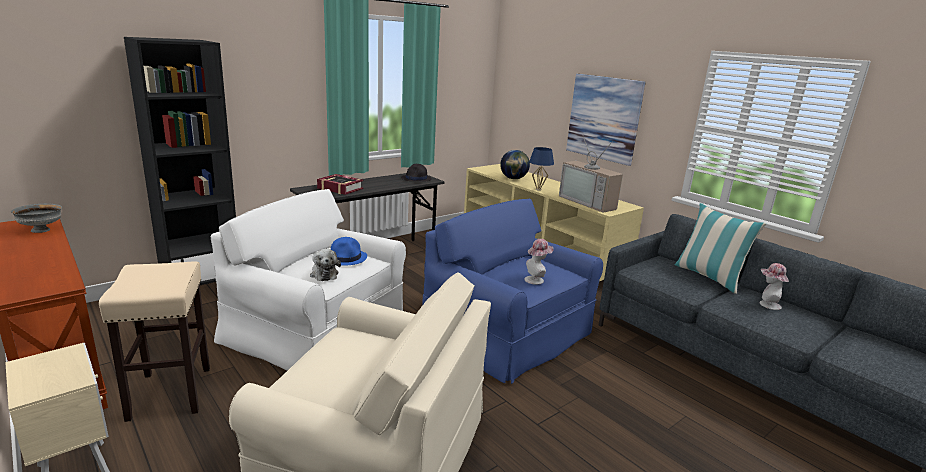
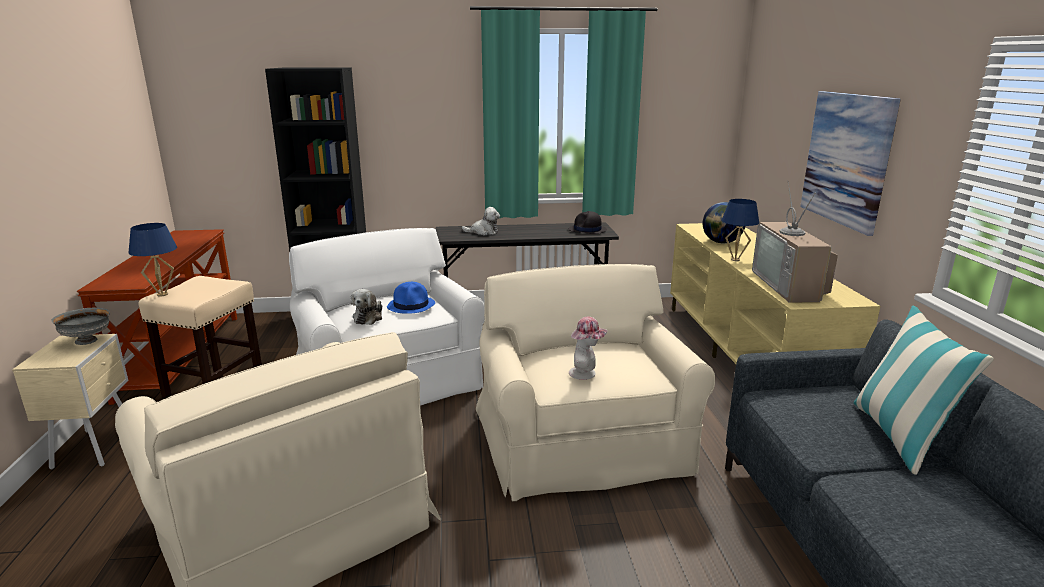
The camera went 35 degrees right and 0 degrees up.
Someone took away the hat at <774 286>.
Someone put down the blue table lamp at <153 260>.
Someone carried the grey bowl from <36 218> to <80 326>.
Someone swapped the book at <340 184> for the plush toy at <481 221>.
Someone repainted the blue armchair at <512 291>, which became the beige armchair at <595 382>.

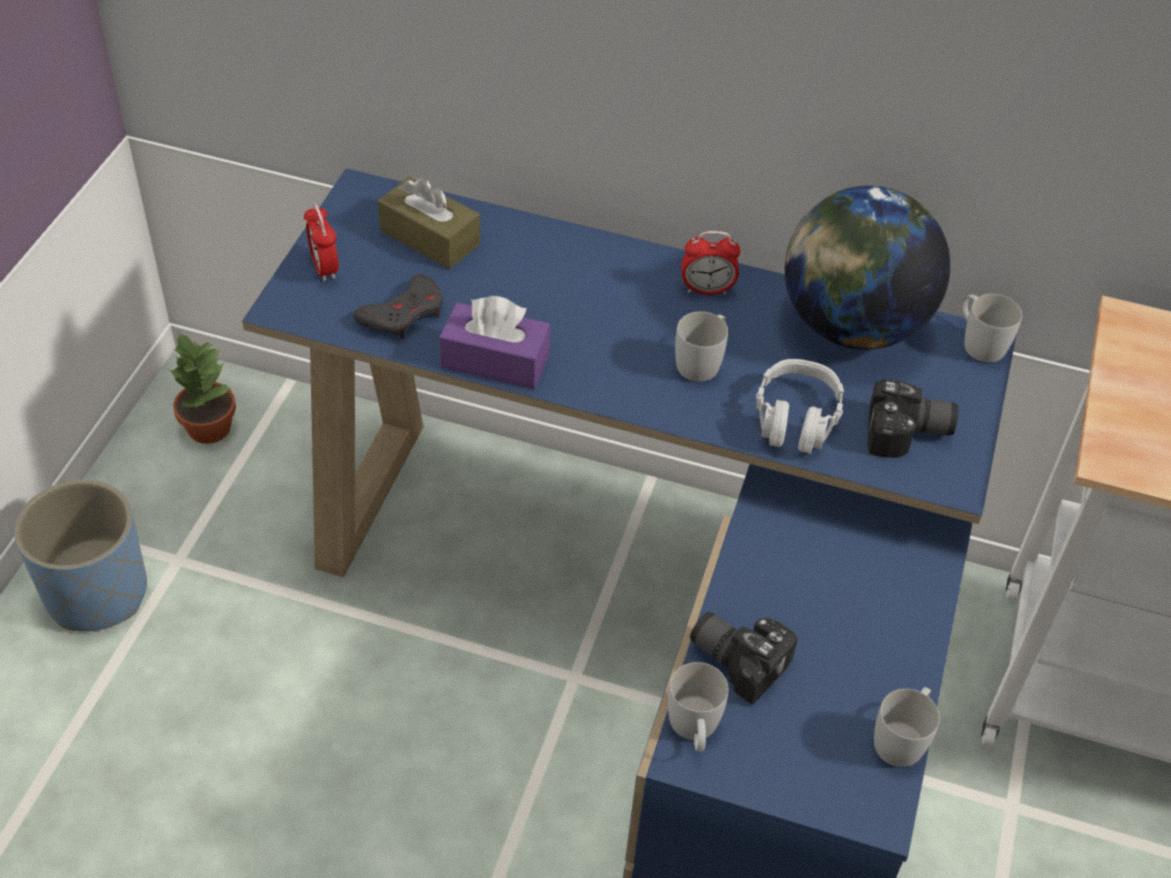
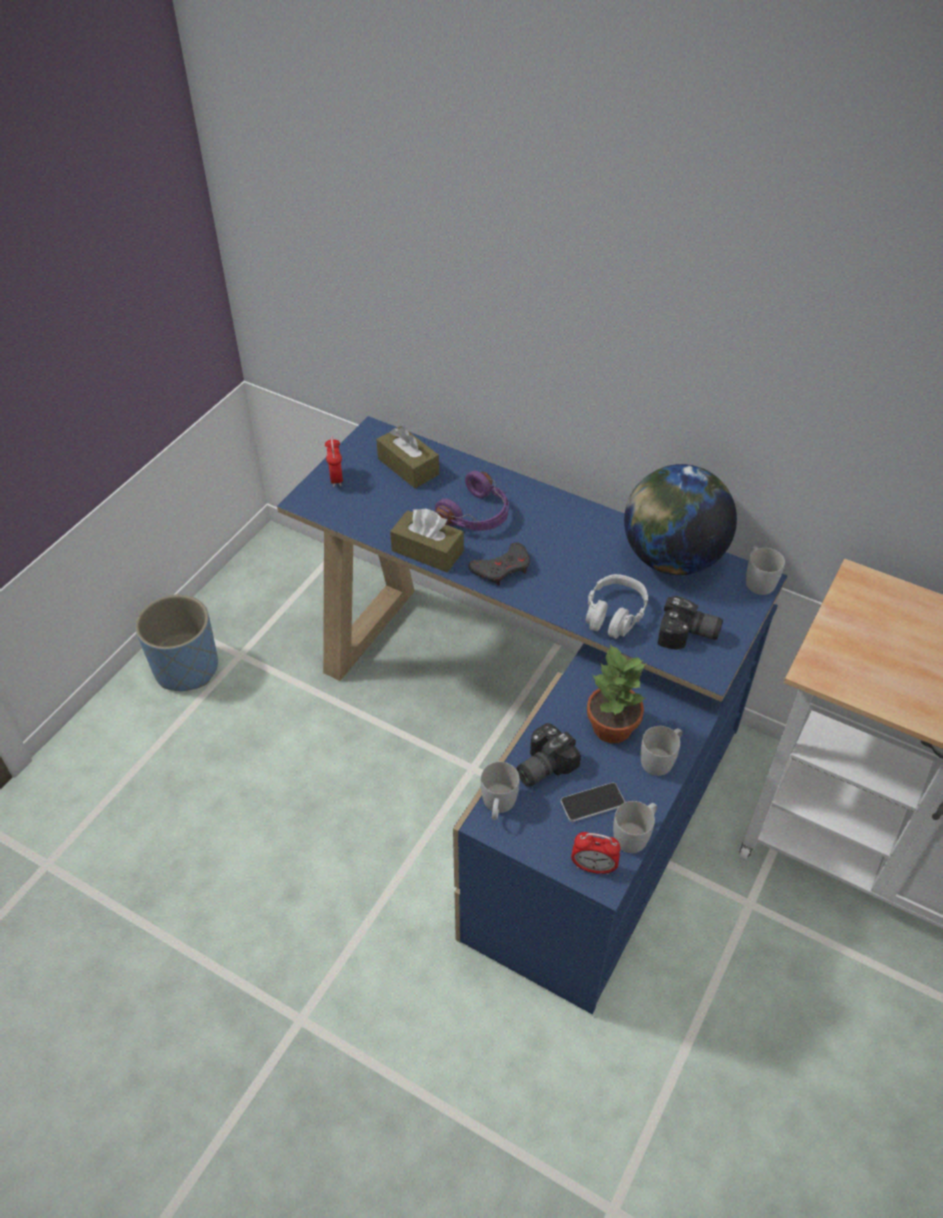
The camera went 15 degrees right and 0 degrees up.
Someone put down the purple headphones at <472 501>.
Someone put down the phone at <593 802>.
Someone carried the potted plant from <202 388> to <617 693>.
Someone carried the grey game controller from <398 306> to <499 564>.
Someone carried the white mug from <701 346> to <661 751>.
Someone carried the alarm clock from <710 263> to <596 853>.
Someone repainted the purple tissue box at <495 342>, which became the brown tissue box at <427 540>.
Someone rotated the photo camera at <744 658> by 90 degrees counterclockwise.

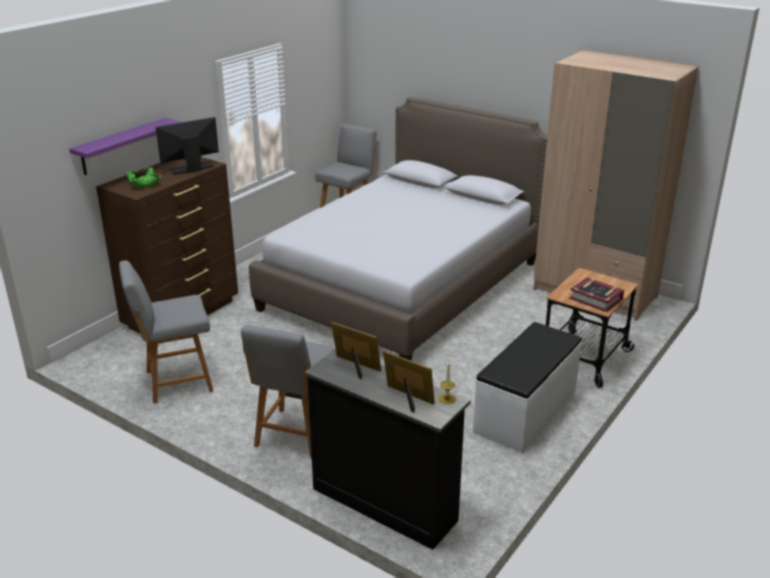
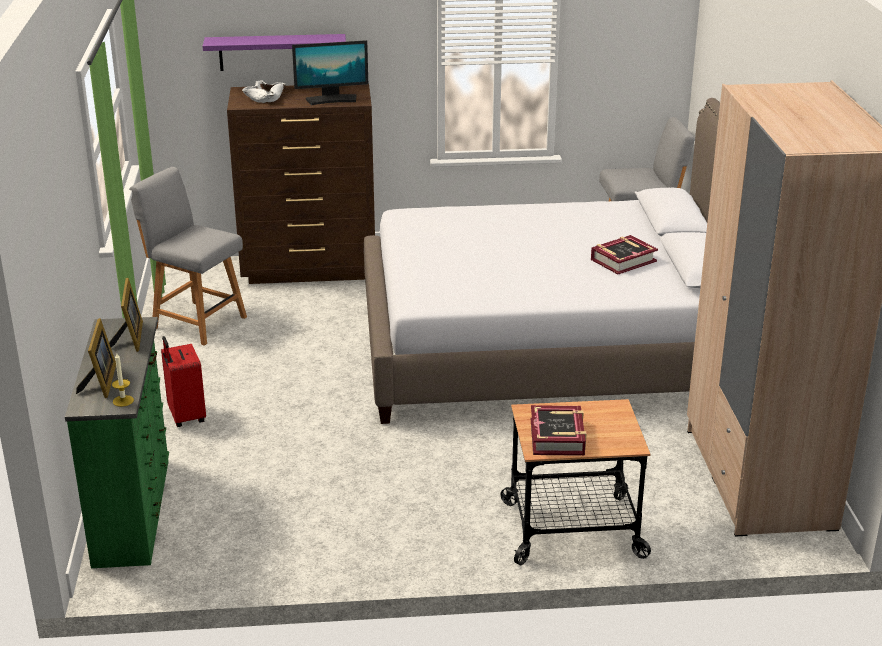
The camera went 50 degrees right and 0 degrees up.
Someone took away the white bench at <527 387>.
Someone put down the book at <624 254>.
Someone swapped the grey chair at <288 392> for the red suitcase at <183 381>.
Someone repainted the green bowl at <143 177>, which became the white bowl at <264 91>.
Someone repainted the black dresser at <387 450>, which became the green dresser at <117 442>.
Someone rotated the monitor at <187 146> by 150 degrees clockwise.

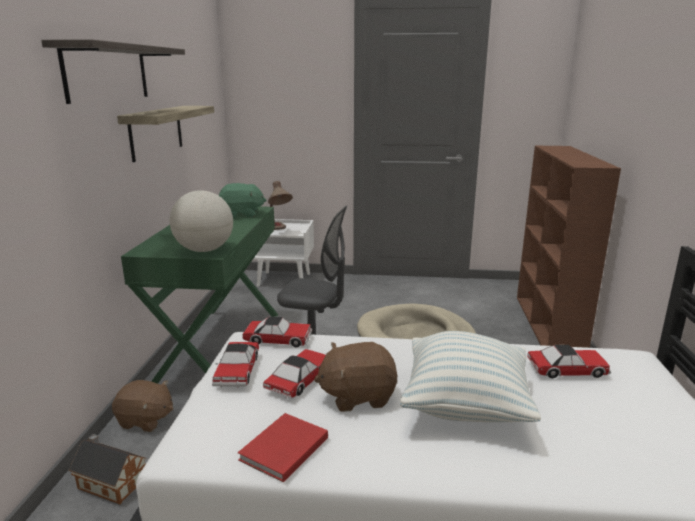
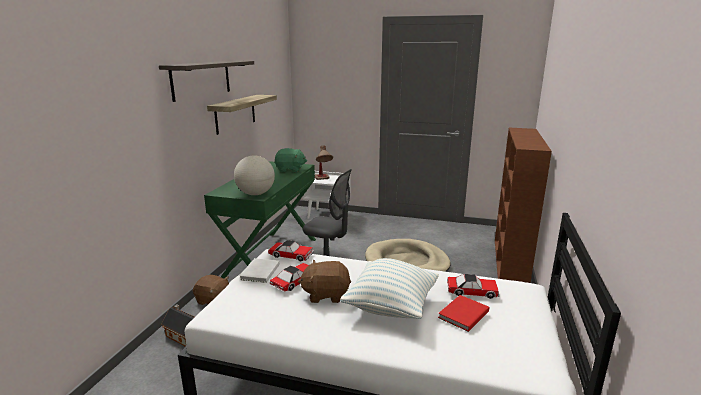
The camera went 10 degrees right and 0 degrees up.
Someone carried the red book from <283 447> to <463 313>.
Someone swapped the toy car at <235 365> for the white book at <260 270>.

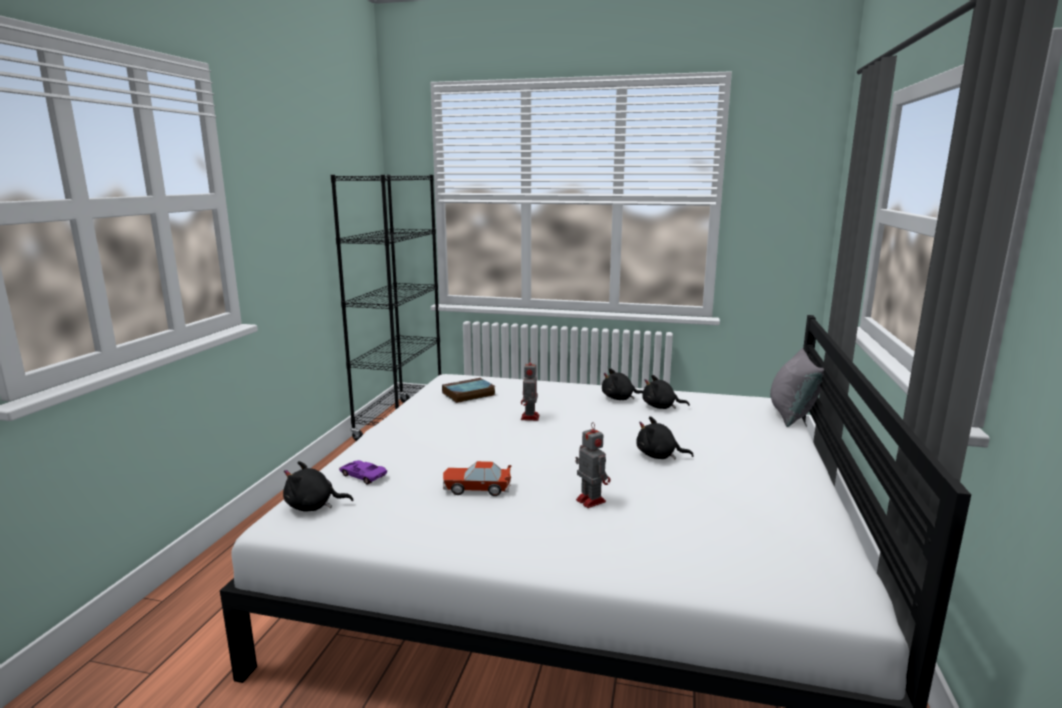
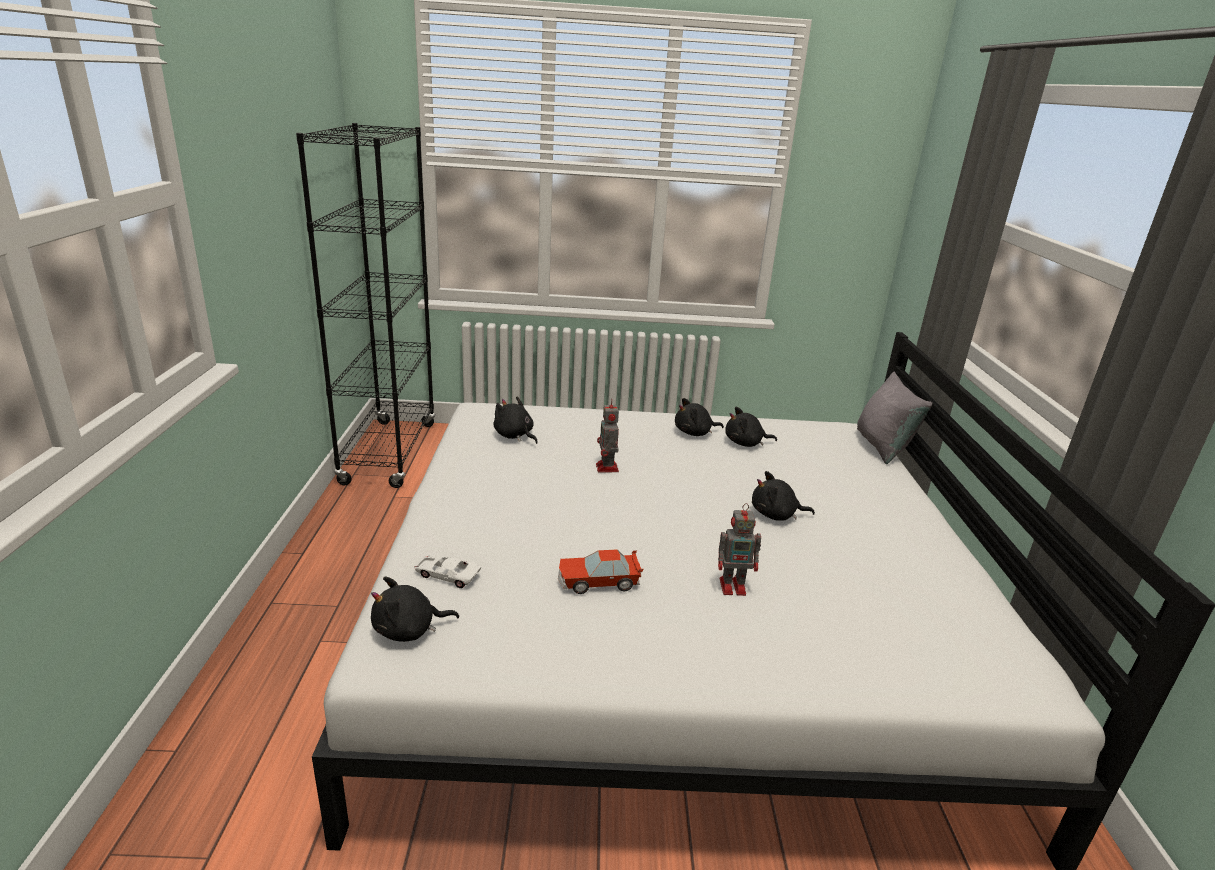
The camera went 15 degrees left and 10 degrees up.
Someone swapped the book at <468 390> for the black plush toy at <515 420>.
Someone repainted the purple toy car at <363 472>, which became the white toy car at <447 571>.
Someone rotated the toy robot at <593 465> by 135 degrees clockwise.

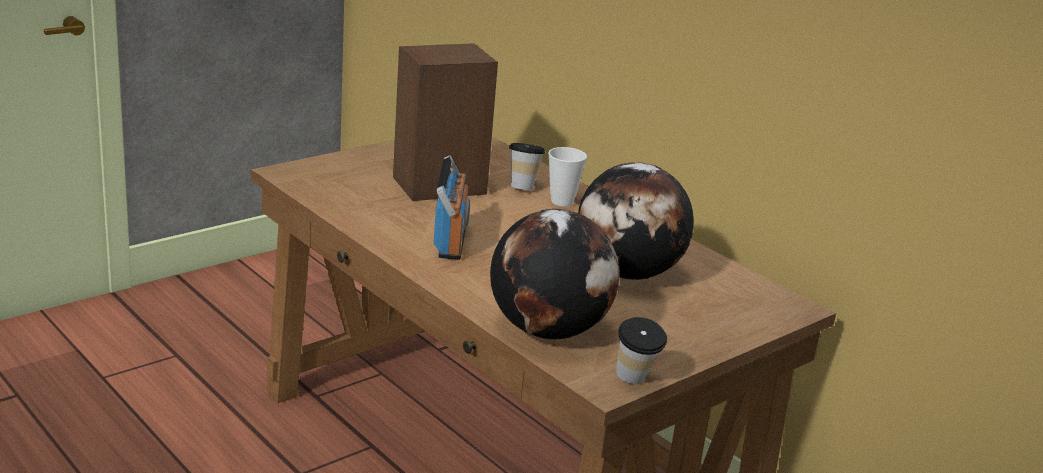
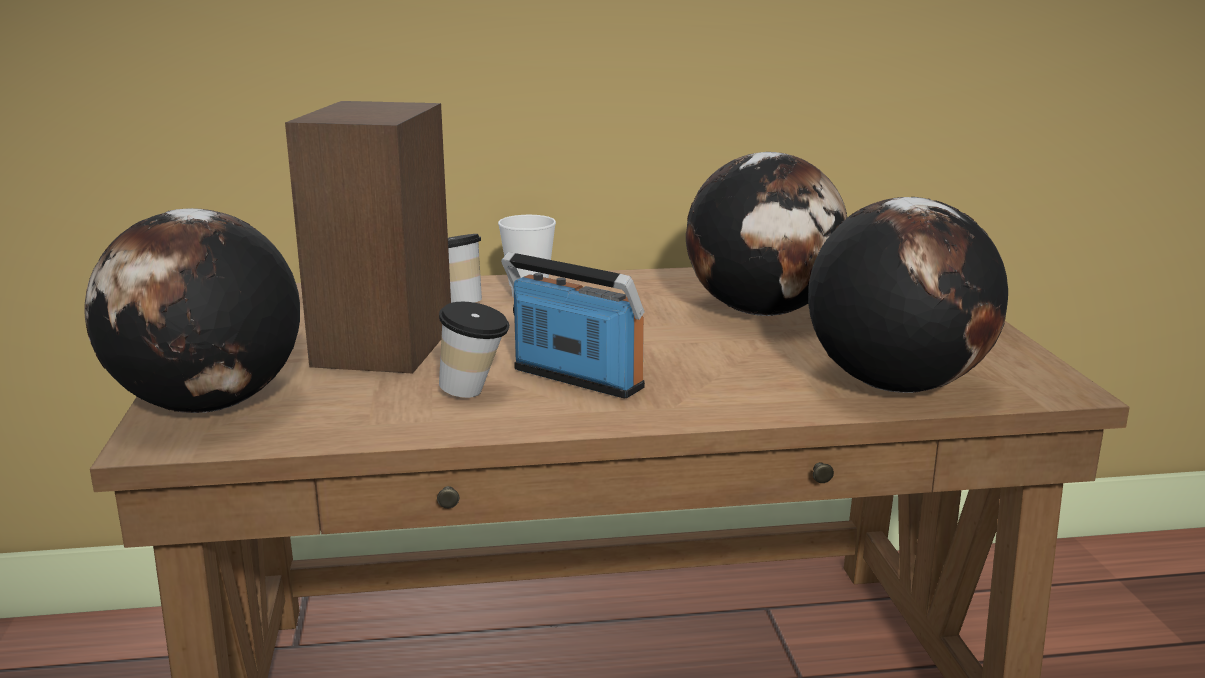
The camera went 55 degrees left and 5 degrees down.
Someone put down the globe at <192 310>.
Someone carried the cup from <641 350> to <474 350>.

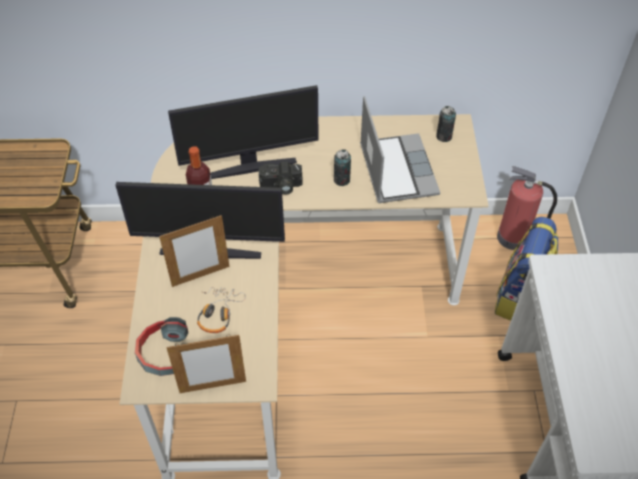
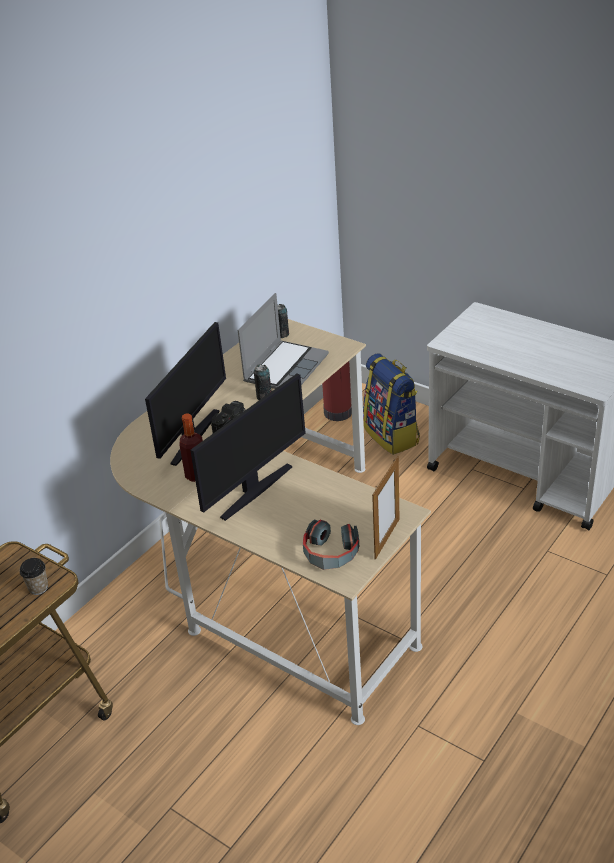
The camera went 50 degrees left and 15 degrees down.
Someone took away the picture frame at <194 251>.
Someone took away the headphones at <221 310>.
Someone put down the cup at <34 576>.
Someone rotated the laptop at <400 149> by 90 degrees clockwise.

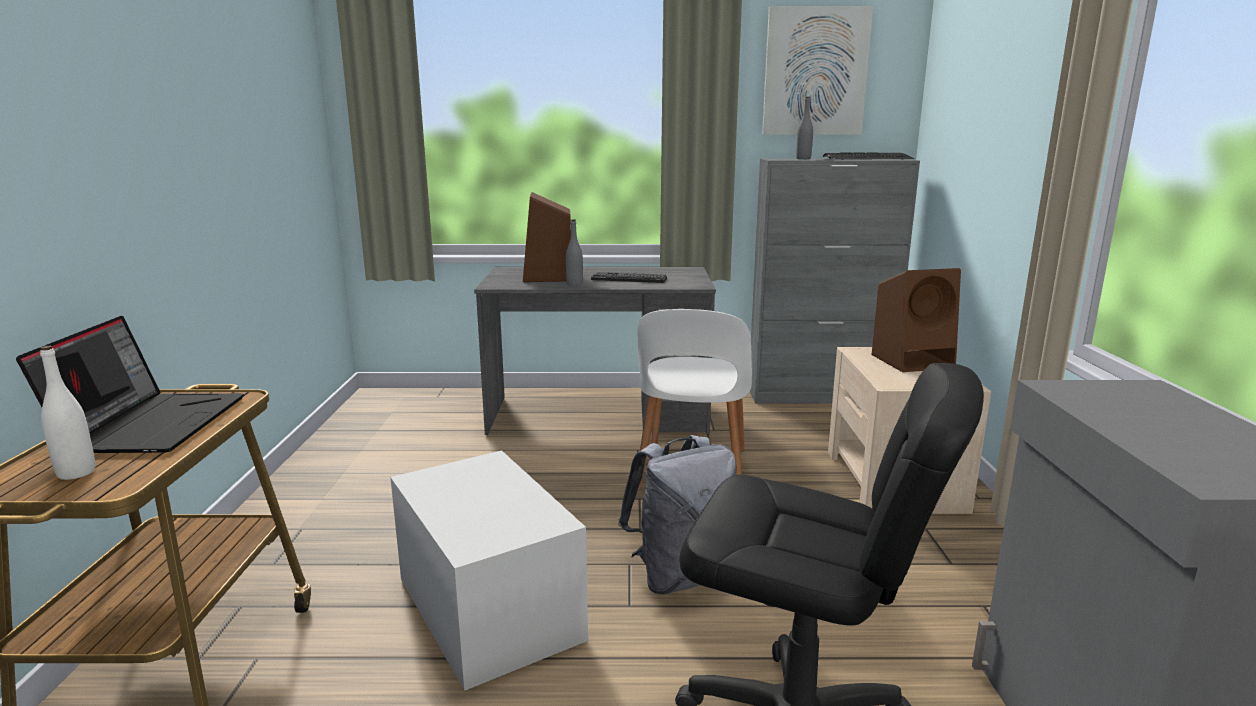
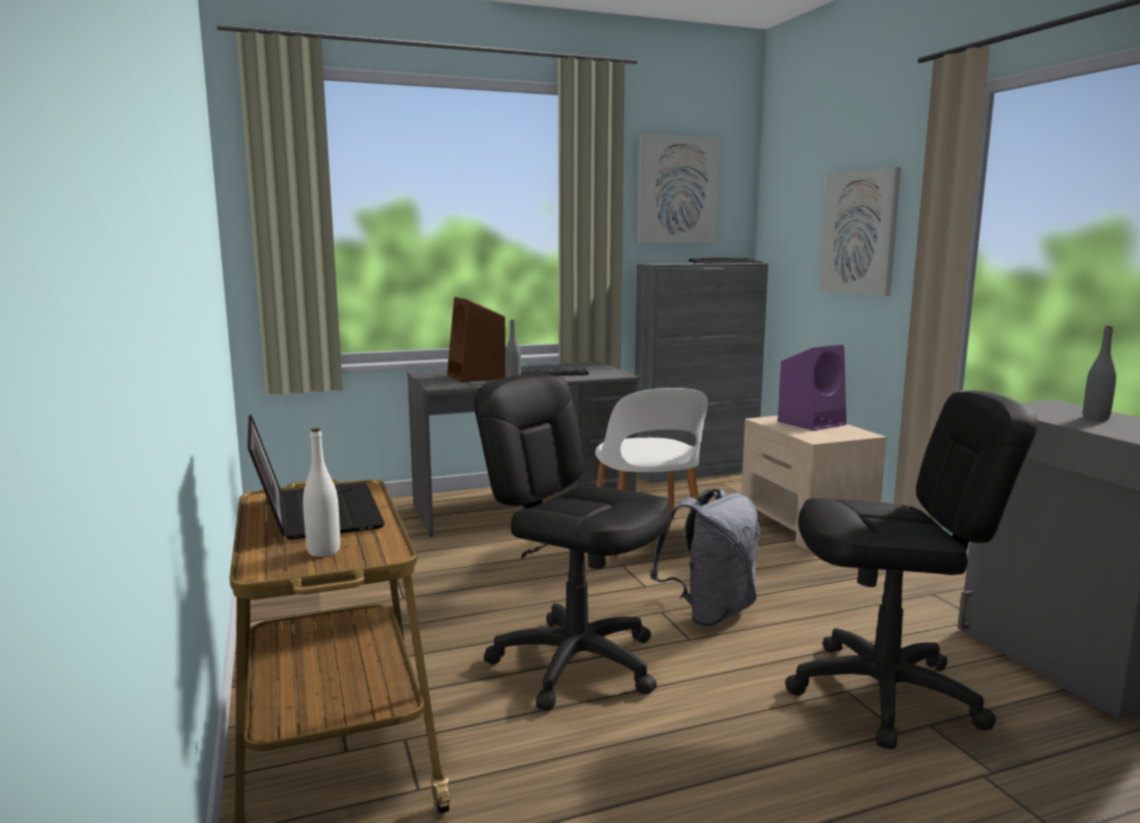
The camera went 20 degrees left and 5 degrees down.
Someone put up the picture at <860 231>.
Someone carried the grey bottle from <804 128> to <1099 373>.
Someone swapped the white storage box at <489 570> for the black office chair at <573 542>.
Someone repainted the brown speaker at <916 320>, which became the purple speaker at <812 388>.

